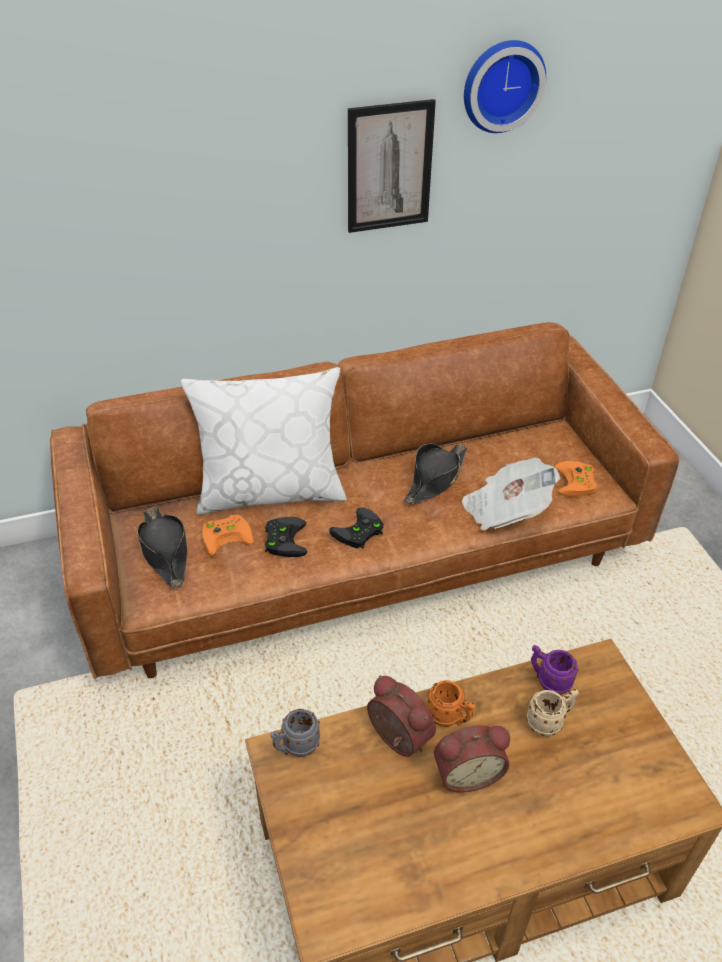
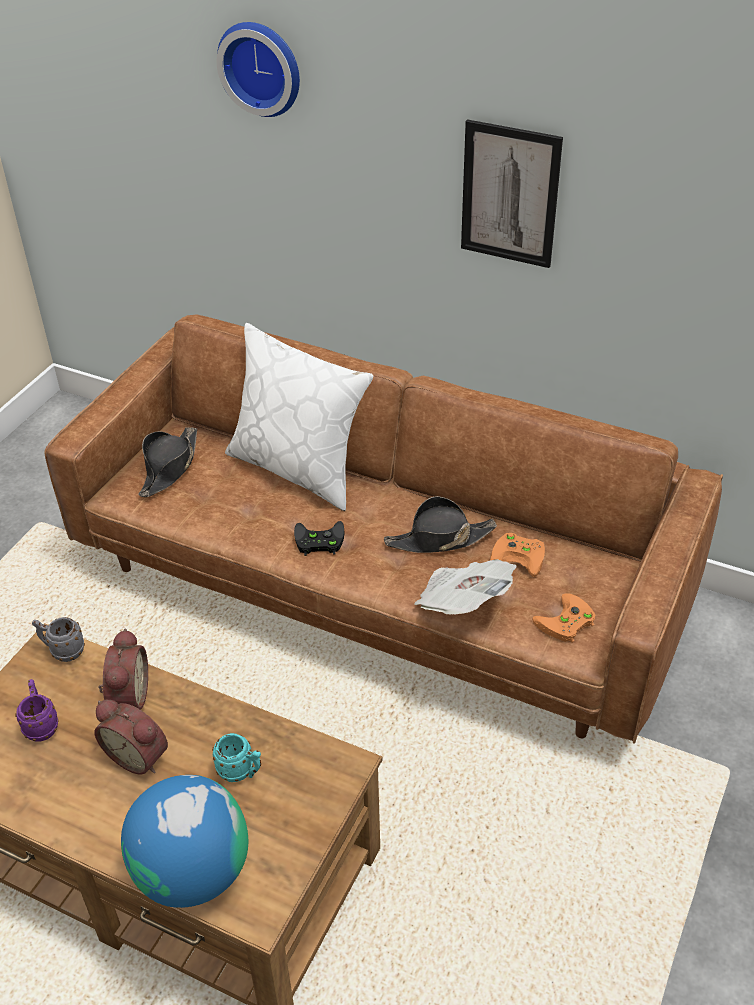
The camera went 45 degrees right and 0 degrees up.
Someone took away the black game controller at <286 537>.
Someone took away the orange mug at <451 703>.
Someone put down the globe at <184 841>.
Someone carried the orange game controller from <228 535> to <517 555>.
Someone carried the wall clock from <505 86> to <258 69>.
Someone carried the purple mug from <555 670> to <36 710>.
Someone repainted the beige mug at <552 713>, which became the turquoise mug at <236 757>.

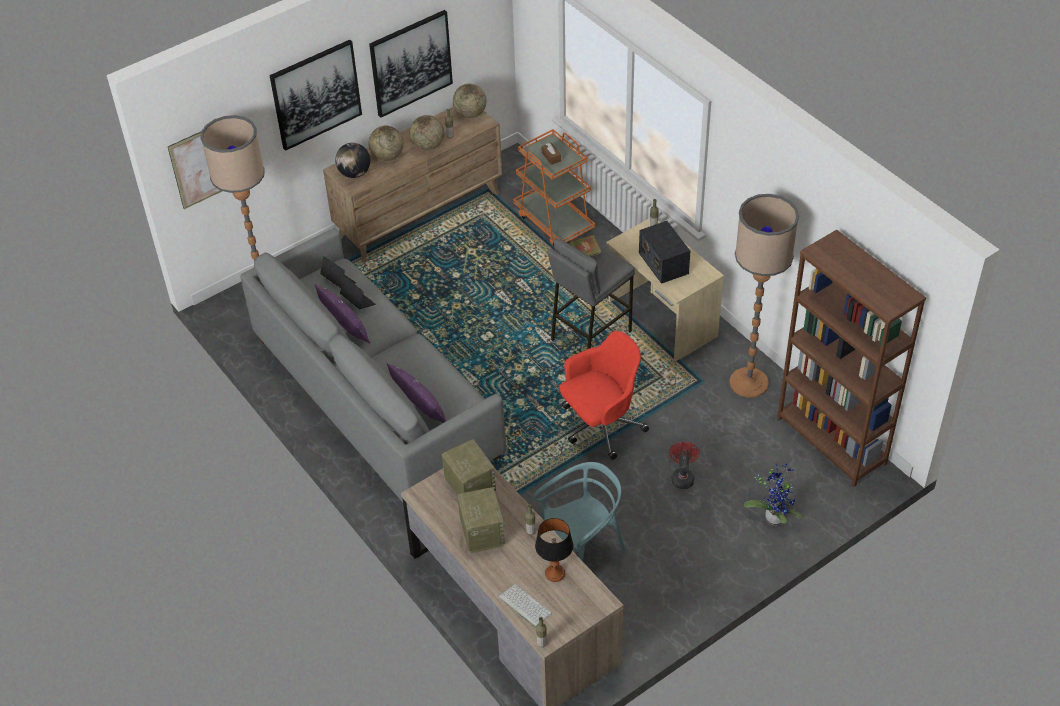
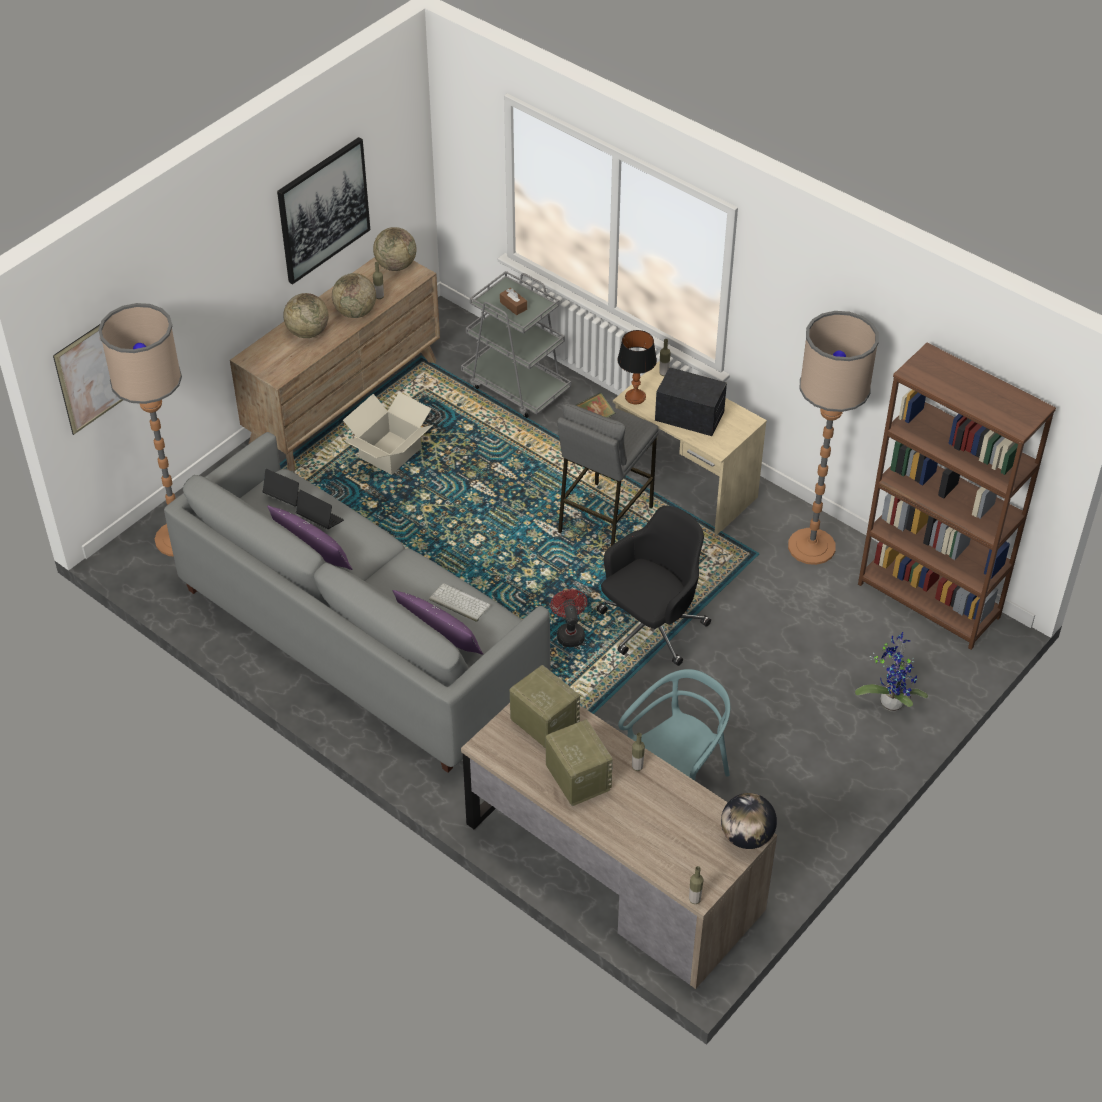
The camera went 15 degrees left and 0 degrees up.
Someone took away the picture at <315 95>.
Someone put down the cardboard box at <388 433>.
Someone carried the globe from <352 160> to <749 821>.
Someone carried the keyboard from <525 606> to <460 602>.
Someone carried the table lamp from <554 550> to <637 367>.
Someone carried the red fan from <684 465> to <568 618>.
Someone repainted the orange cart at <554 187>, which became the grey cart at <516 344>.
Someone repainted the red office chair at <604 395>, which became the black office chair at <654 586>.
Someone rotated the radio at <664 252> by 150 degrees clockwise.

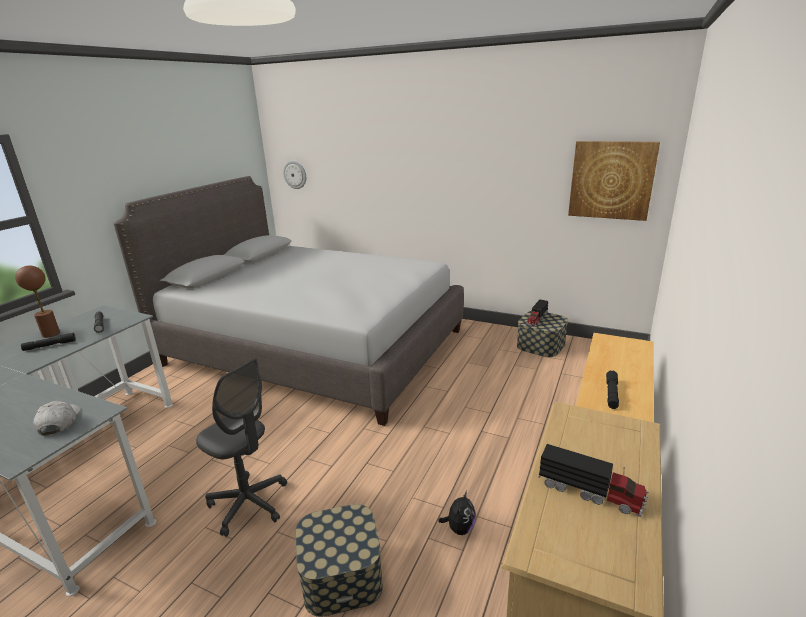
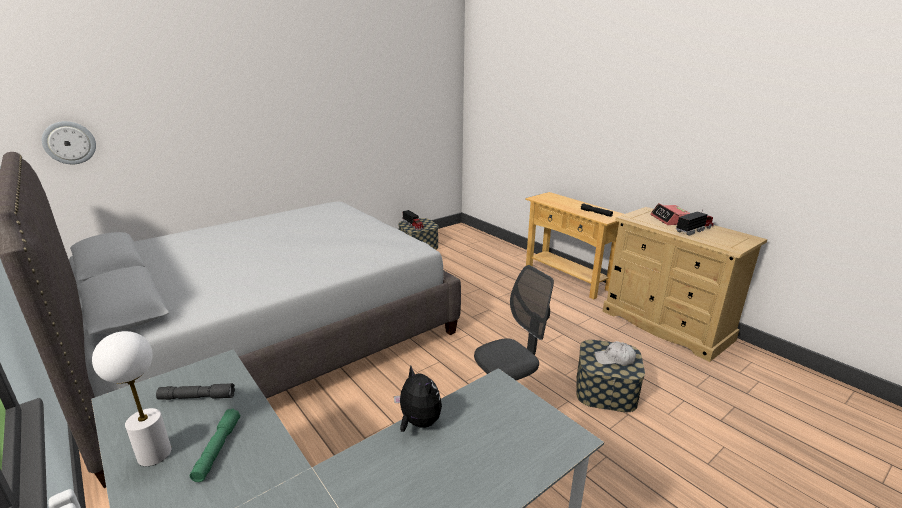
The camera went 65 degrees left and 0 degrees up.
Someone took away the picture at <614 181>.
Someone put down the alarm clock at <670 214>.
Someone carried the white cap from <57 418> to <615 353>.
Someone carried the plush toy from <457 513> to <418 399>.
Someone repainted the brown table lamp at <37 302>, which became the white table lamp at <132 398>.
Someone repainted the black flashlight at <48 342>, which became the green flashlight at <215 445>.

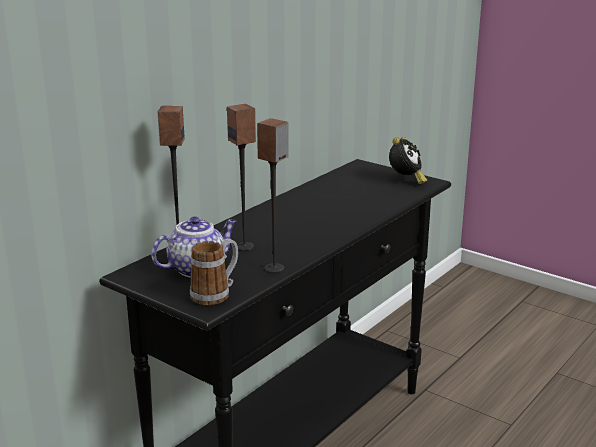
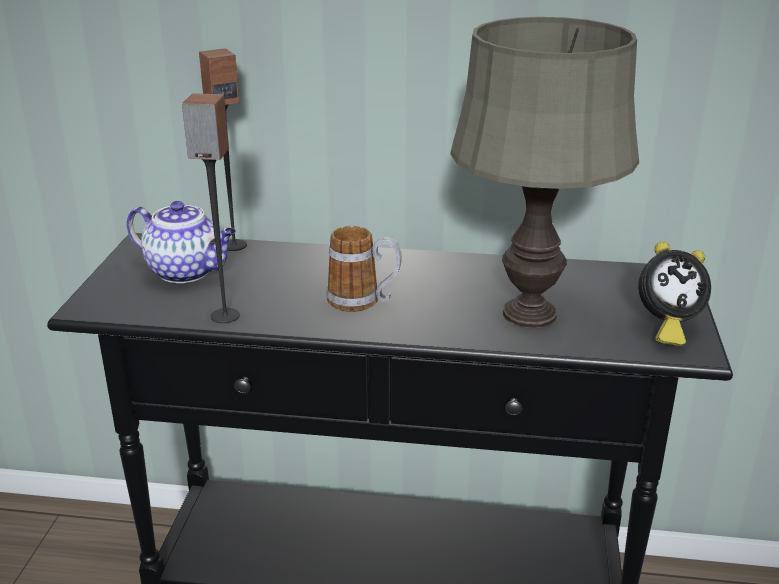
The camera went 60 degrees right and 5 degrees up.
Someone took away the speaker at <241 177>.
Someone put down the grey table lamp at <544 173>.
Someone carried the mug from <214 271> to <364 269>.

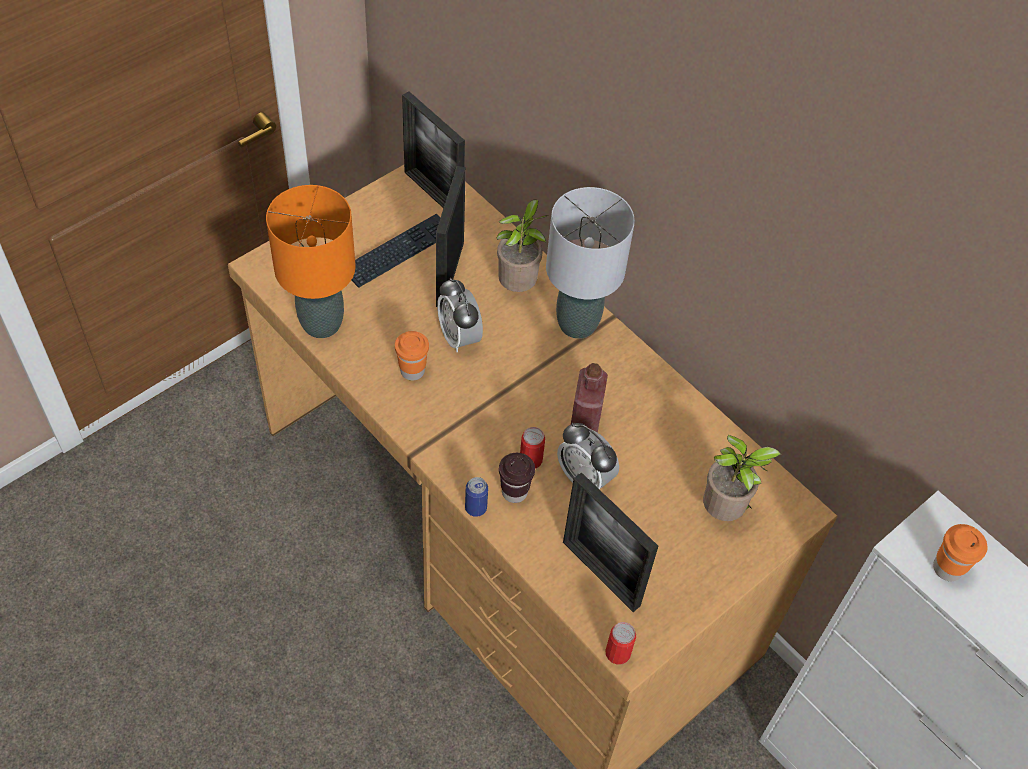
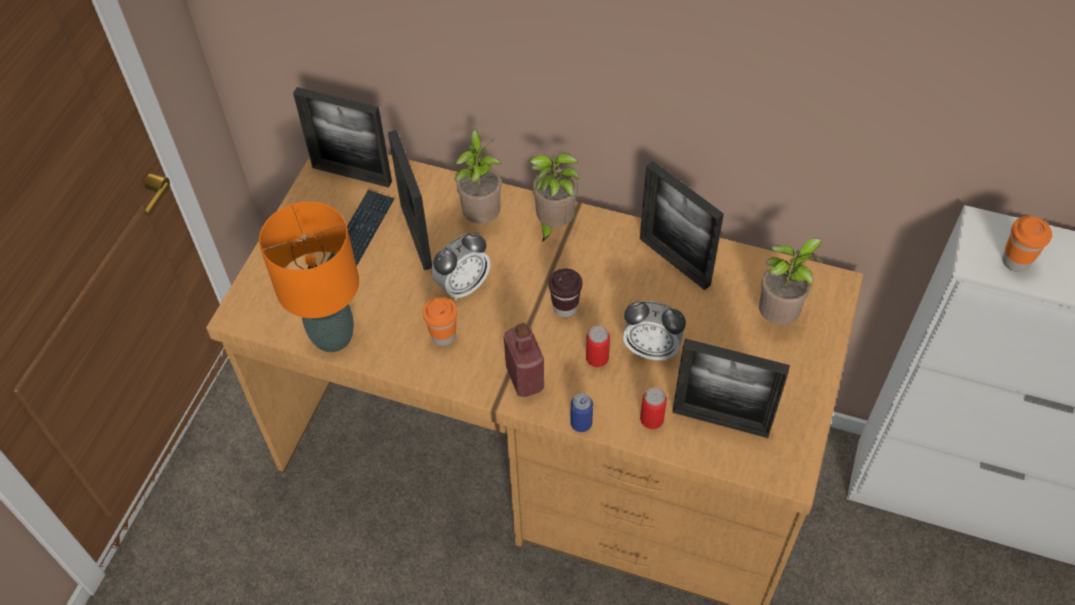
The camera went 25 degrees left and 0 degrees up.
Someone put down the picture frame at <682 225>.
Someone carried the brown cup from <517 478> to <565 293>.
Someone carried the red bottle from <589 398> to <524 360>.
Someone carried the can from <620 643> to <653 408>.
Someone swapped the grey table lamp at <590 263> for the potted plant at <554 198>.
Someone rotated the alarm clock at <460 315> by 75 degrees counterclockwise.

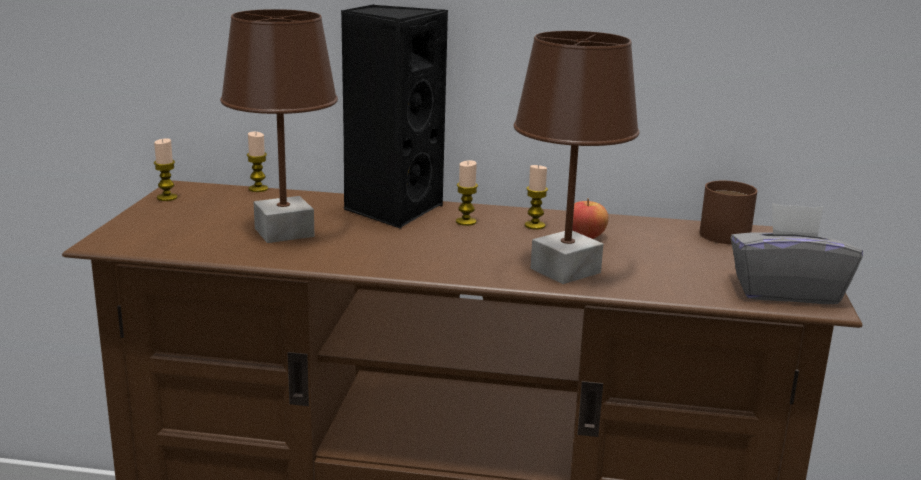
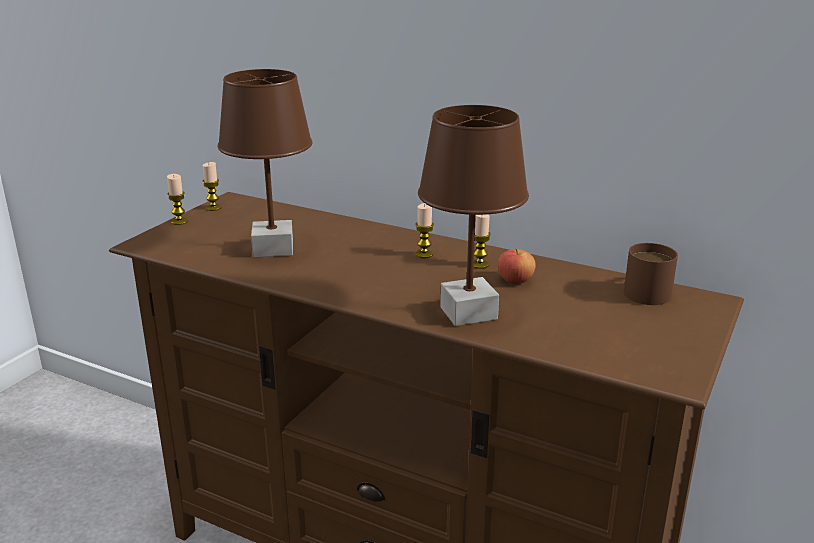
The camera went 20 degrees right and 5 degrees up.
Someone took away the black speaker at <394 116>.
Someone took away the grey tissue box at <796 253>.
Someone carried the candle from <257 162> to <177 199>.

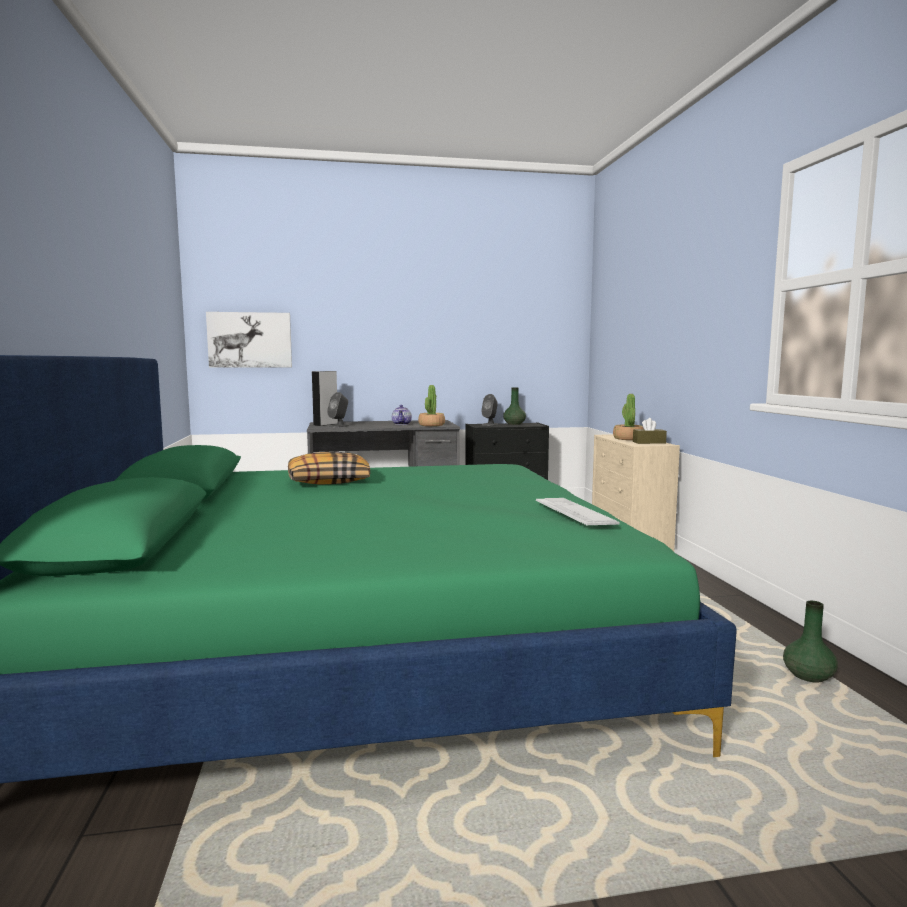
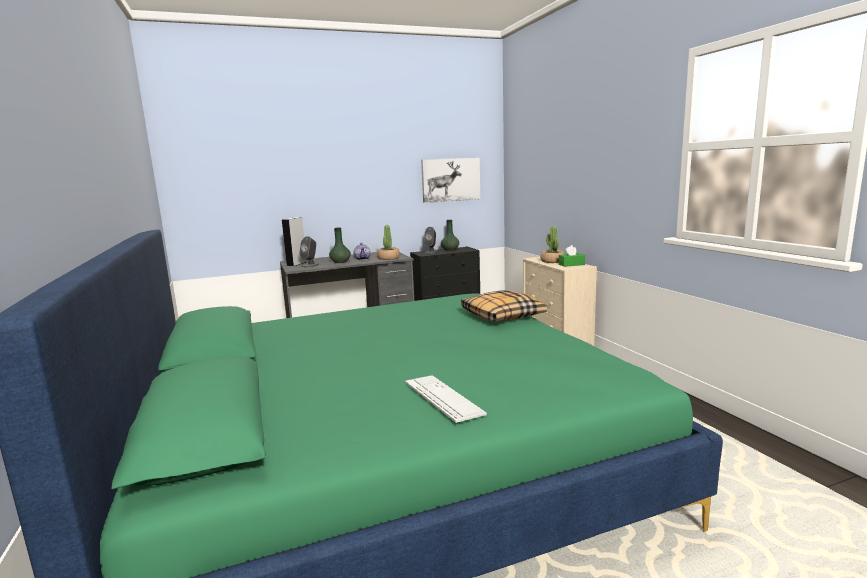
The camera went 10 degrees left and 5 degrees up.
Someone carried the picture from <249 340> to <450 180>.
Someone carried the pillow from <329 468> to <504 305>.
Someone carried the keyboard from <578 511> to <446 399>.
Someone carried the green vase from <810 642> to <340 245>.
Someone repainted the brown tissue box at <650 431>, which became the green tissue box at <572 256>.

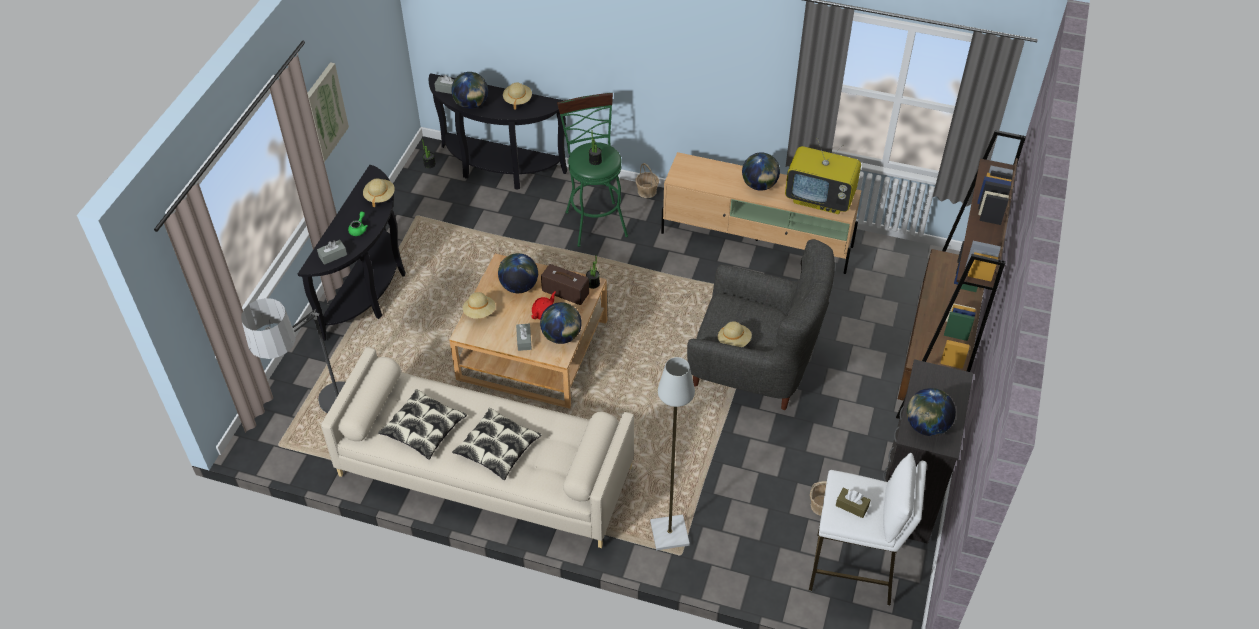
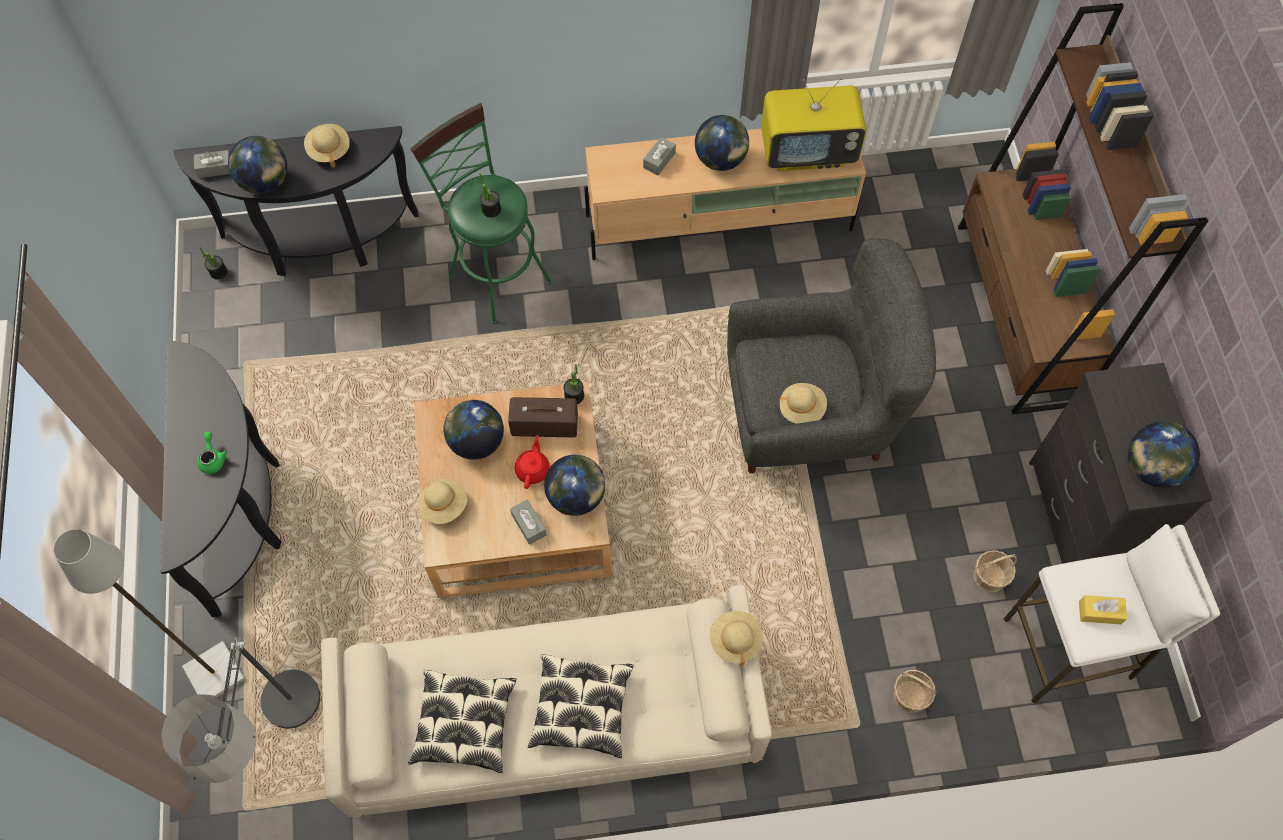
The camera went 25 degrees left and 15 degrees up.
Someone took away the picture at <328 112>.
Someone carried the grey tissue box from <332 252> to <659 156>.
Someone carried the beige hat from <379 193> to <736 638>.
Someone carried the basket from <647 180> to <915 691>.
Someone carried the grey floor lamp from <672 454> to <149 613>.
Someone repainted the brown tissue box at <853 503>, which became the yellow tissue box at <1103 609>.

